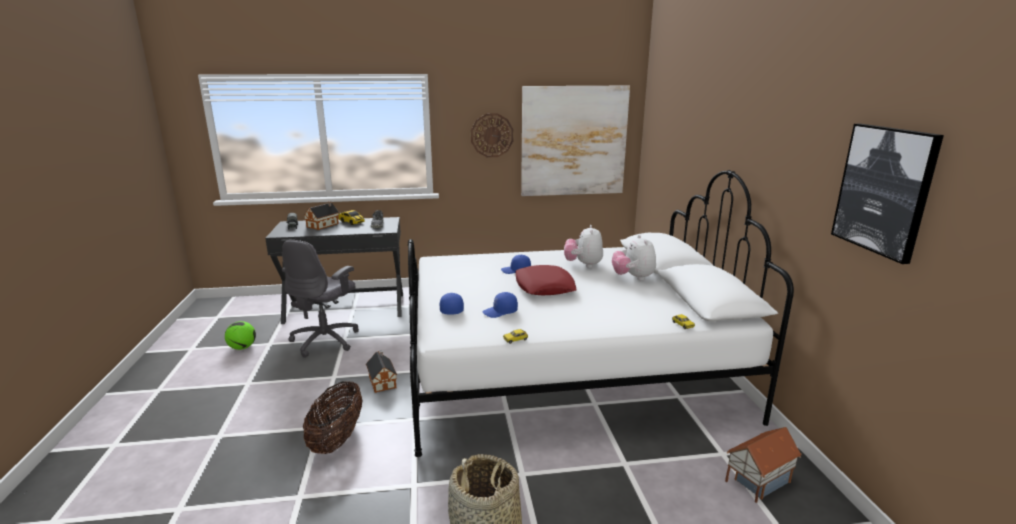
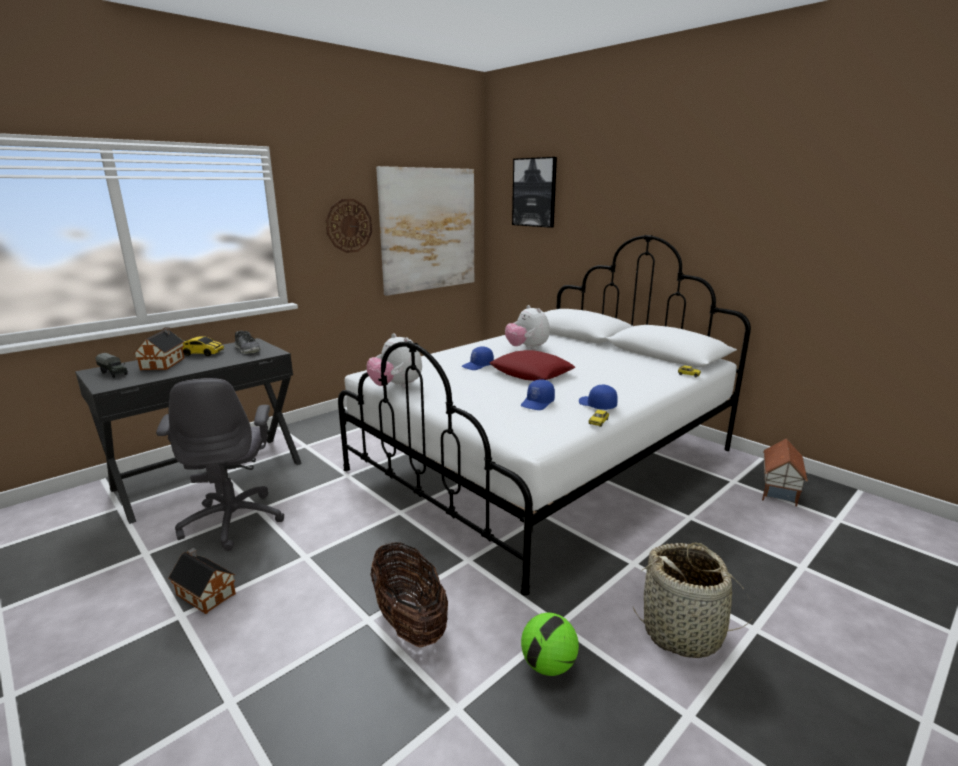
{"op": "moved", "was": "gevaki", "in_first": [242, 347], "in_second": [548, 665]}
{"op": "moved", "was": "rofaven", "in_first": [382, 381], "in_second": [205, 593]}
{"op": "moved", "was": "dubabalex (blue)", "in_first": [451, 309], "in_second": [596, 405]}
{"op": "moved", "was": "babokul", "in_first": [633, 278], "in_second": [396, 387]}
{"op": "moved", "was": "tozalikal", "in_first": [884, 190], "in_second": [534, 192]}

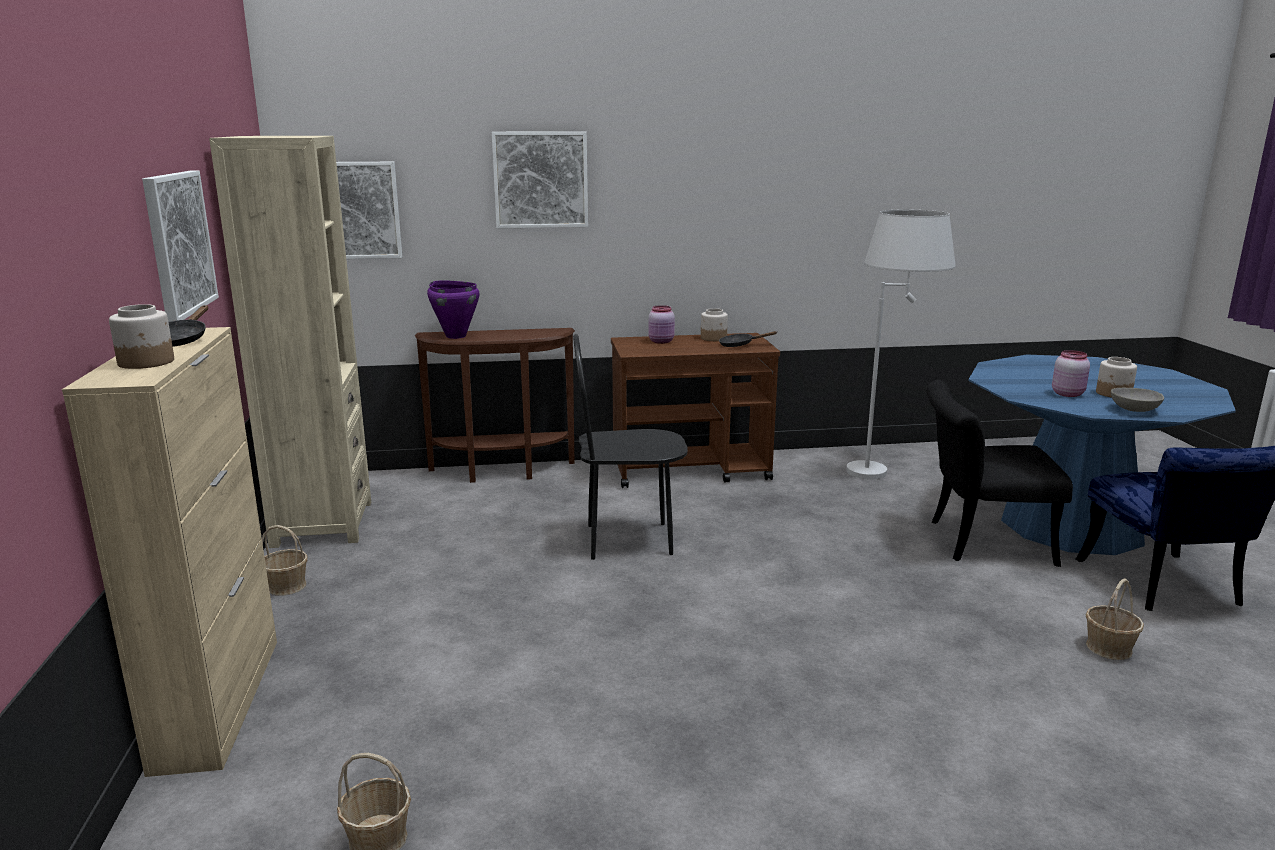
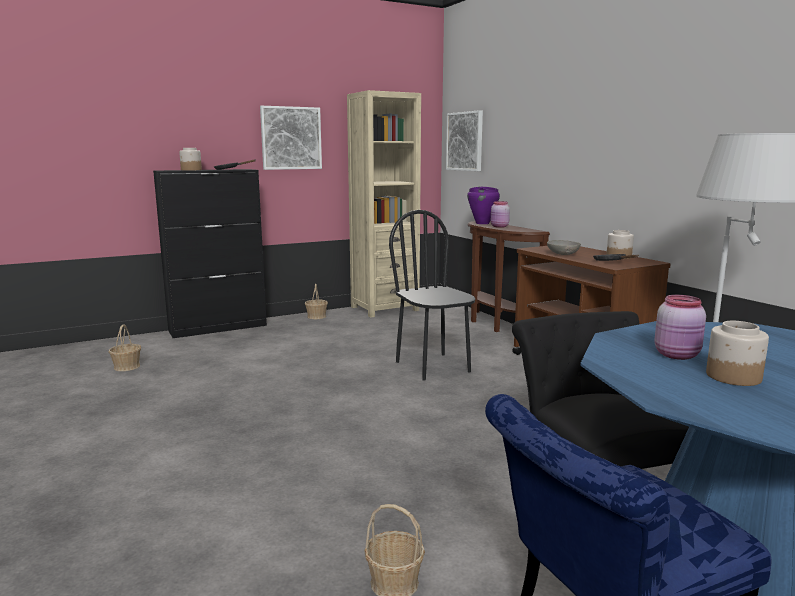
{"op": "recoloured", "was": "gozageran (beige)", "now": "gozageran (black)", "in_first": [219, 701], "in_second": [218, 328]}
{"op": "removed", "was": "tozalikal", "in_first": [540, 180]}
{"op": "moved", "was": "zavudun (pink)", "in_first": [662, 341], "in_second": [499, 226]}
{"op": "moved", "was": "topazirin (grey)", "in_first": [1133, 410], "in_second": [563, 254]}

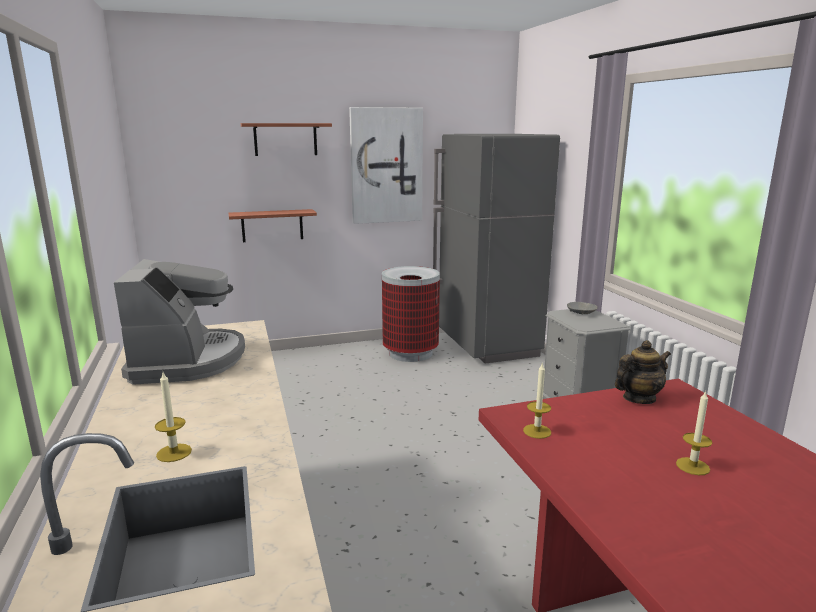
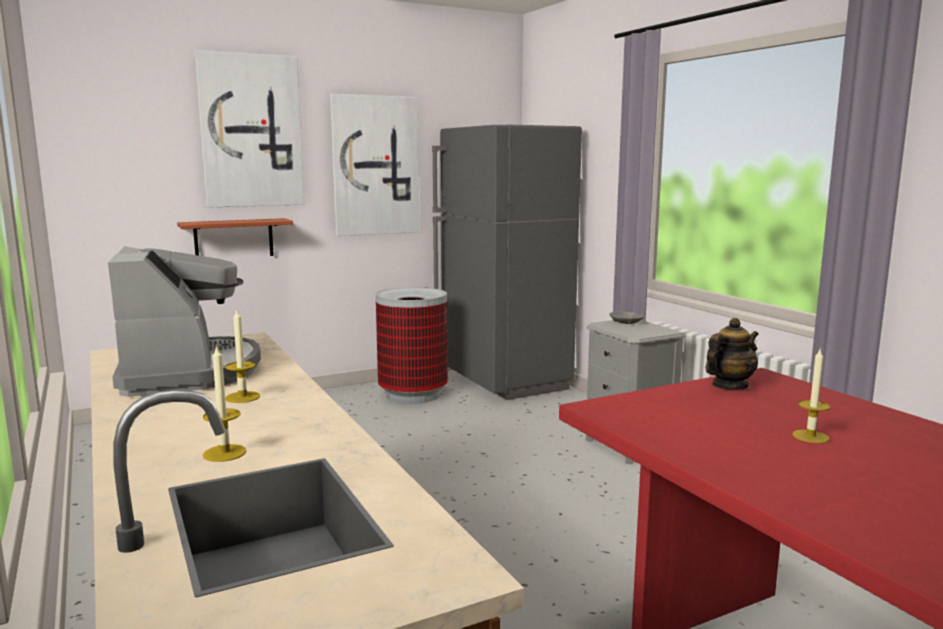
{"op": "replaced", "was": "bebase", "now": "tozalikal", "in_first": [285, 139], "in_second": [251, 131]}
{"op": "moved", "was": "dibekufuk", "in_first": [537, 431], "in_second": [242, 397]}

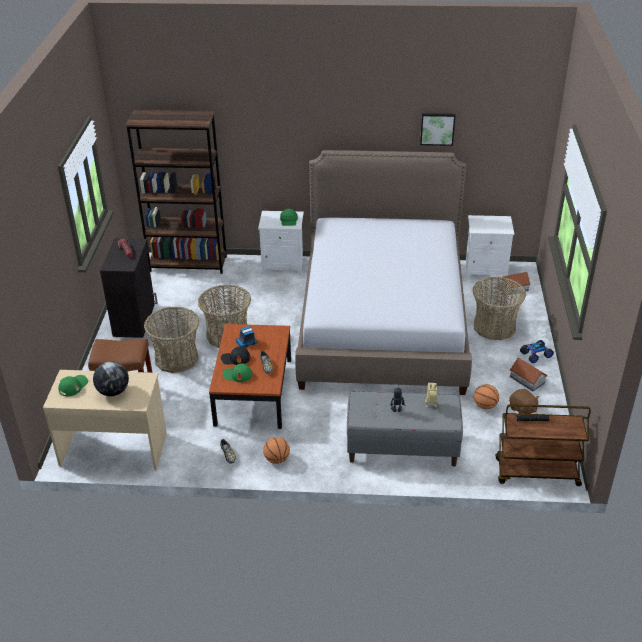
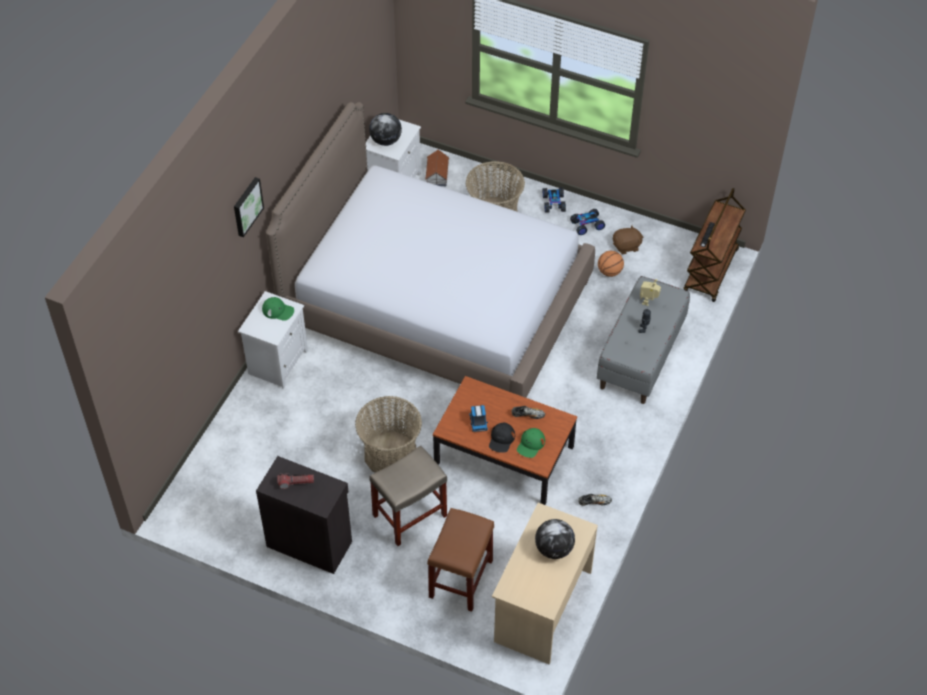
{"op": "removed", "was": "dubabalex (green)", "in_first": [73, 386]}
{"op": "removed", "was": "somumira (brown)", "in_first": [188, 264]}
{"op": "replaced", "was": "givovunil", "now": "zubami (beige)", "in_first": [176, 358], "in_second": [410, 514]}
{"op": "removed", "was": "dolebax", "in_first": [277, 459]}
{"op": "moved", "was": "tozalikal", "in_first": [437, 128], "in_second": [246, 206]}
{"op": "replaced", "was": "rofaven", "now": "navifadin", "in_first": [527, 380], "in_second": [587, 225]}
{"op": "added", "now": "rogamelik", "in_second": [386, 140]}

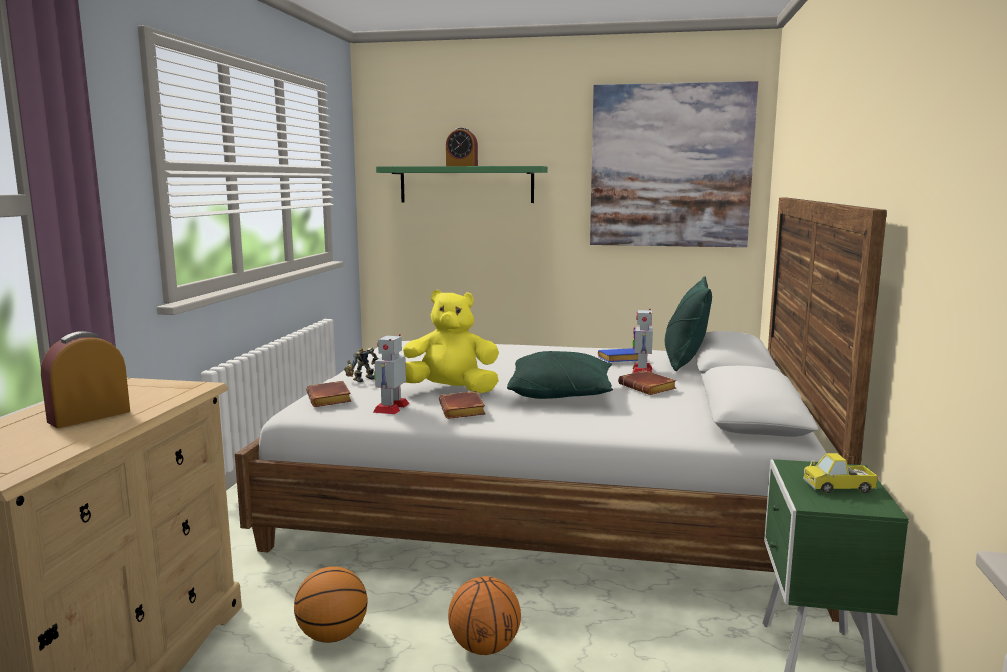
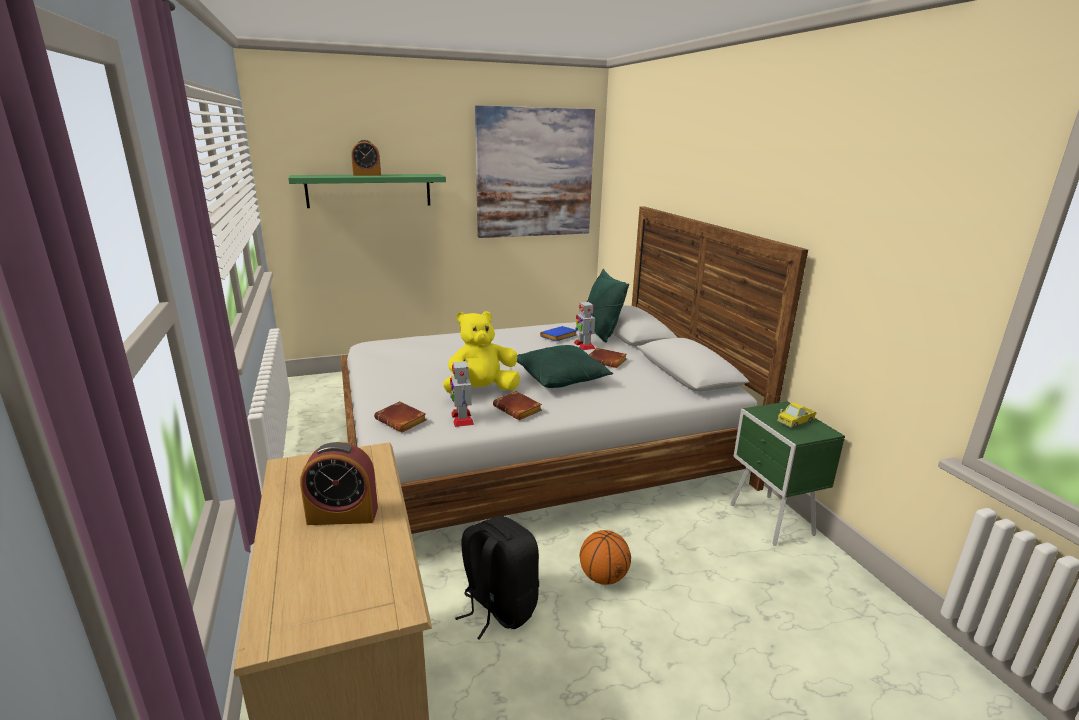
{"op": "turned", "was": "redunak", "in_first": [89, 416], "in_second": [343, 515], "clockwise": -105}
{"op": "replaced", "was": "dolebax", "now": "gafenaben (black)", "in_first": [332, 635], "in_second": [498, 608]}
{"op": "removed", "was": "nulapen", "in_first": [362, 379]}

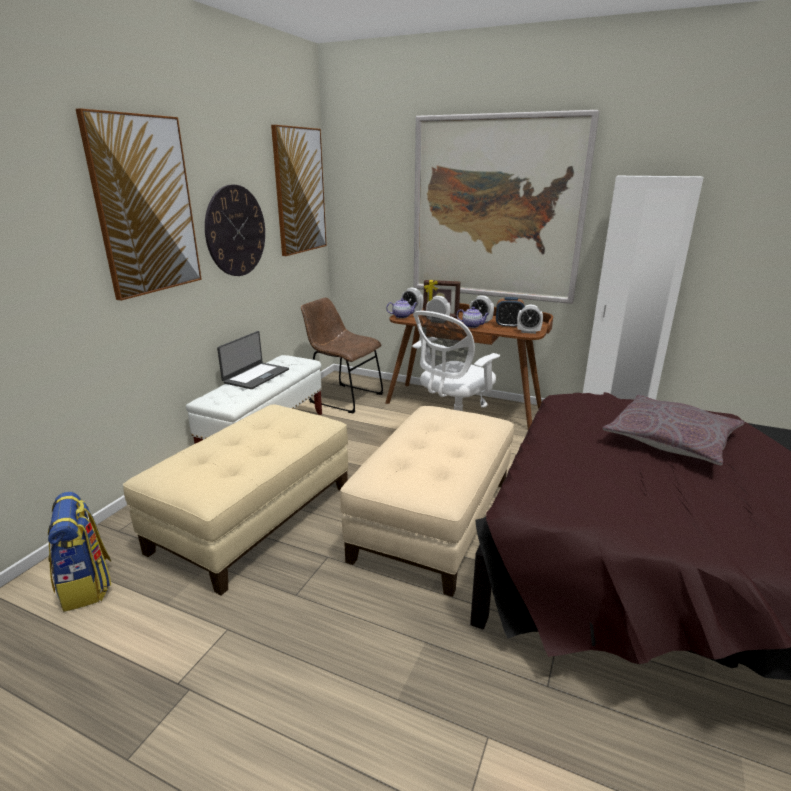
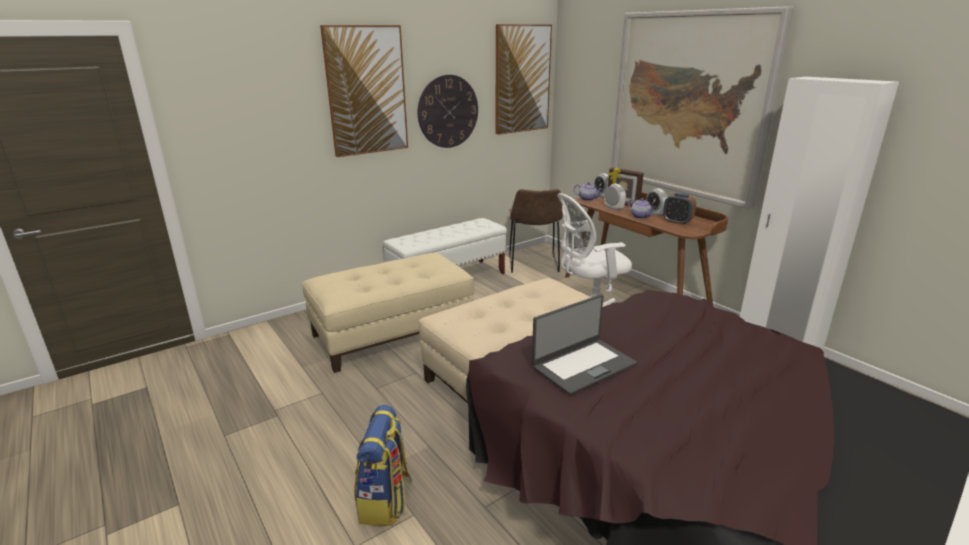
{"op": "moved", "was": "gafenaben", "in_first": [87, 585], "in_second": [386, 501]}
{"op": "moved", "was": "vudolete", "in_first": [255, 376], "in_second": [583, 365]}
{"op": "turned", "was": "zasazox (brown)", "in_first": [343, 397], "in_second": [533, 265], "clockwise": -150}
{"op": "removed", "was": "redunak", "in_first": [528, 332]}
{"op": "removed", "was": "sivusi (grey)", "in_first": [670, 440]}

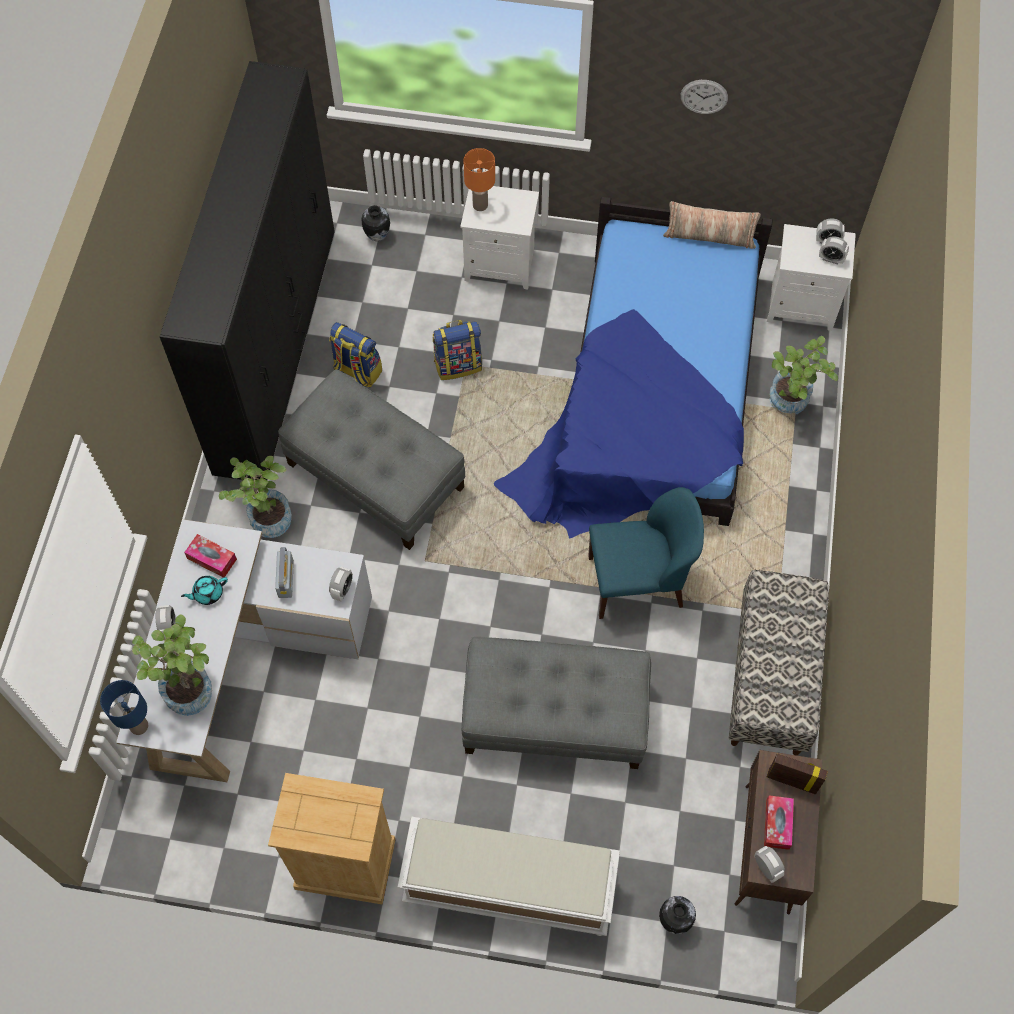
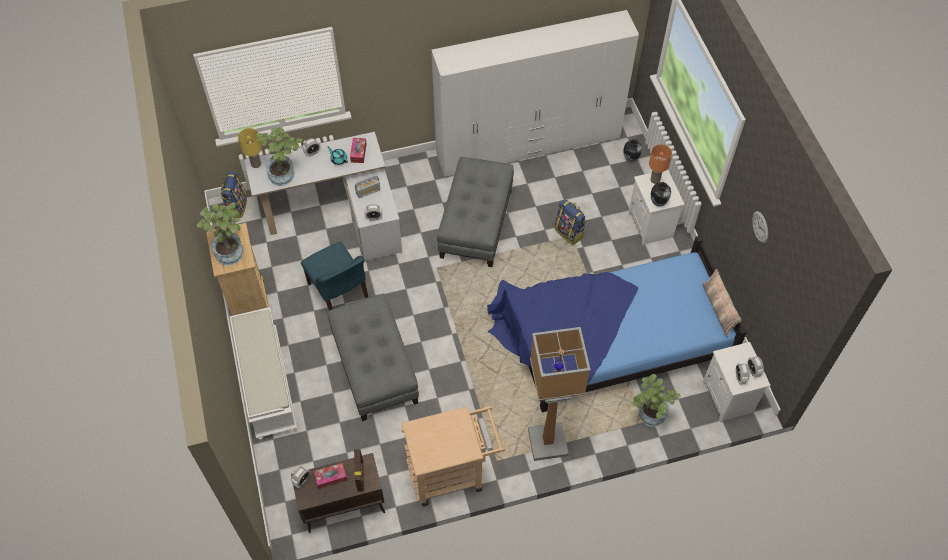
{"op": "recoloured", "was": "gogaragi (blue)", "now": "gogaragi (yellow)", "in_first": [138, 726], "in_second": [256, 164]}
{"op": "recoloured", "was": "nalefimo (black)", "now": "nalefimo (white)", "in_first": [276, 348], "in_second": [528, 145]}
{"op": "moved", "was": "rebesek", "in_first": [266, 517], "in_second": [230, 250]}
{"op": "moved", "was": "gafenaben", "in_first": [357, 371], "in_second": [236, 206]}
{"op": "moved", "was": "zasazox (blue)", "in_first": [637, 582], "in_second": [339, 294]}
{"op": "moved", "was": "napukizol", "in_first": [674, 920], "in_second": [658, 203]}
{"op": "replaced", "was": "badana", "now": "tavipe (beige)", "in_first": [771, 678], "in_second": [452, 472]}
{"op": "added", "now": "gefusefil", "in_second": [547, 443]}

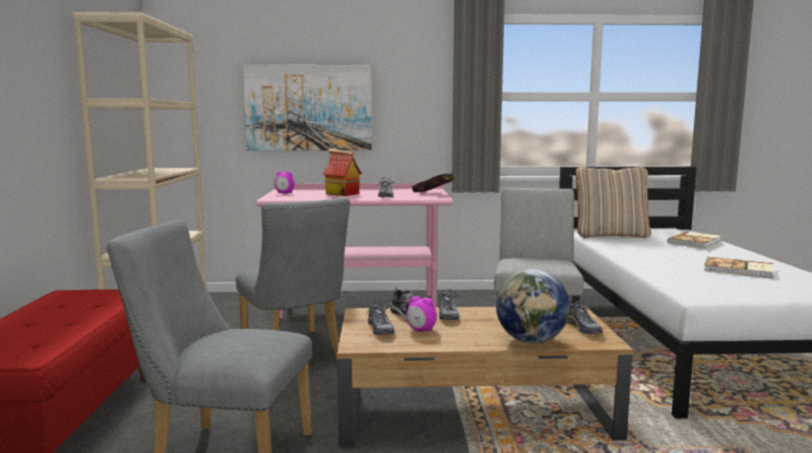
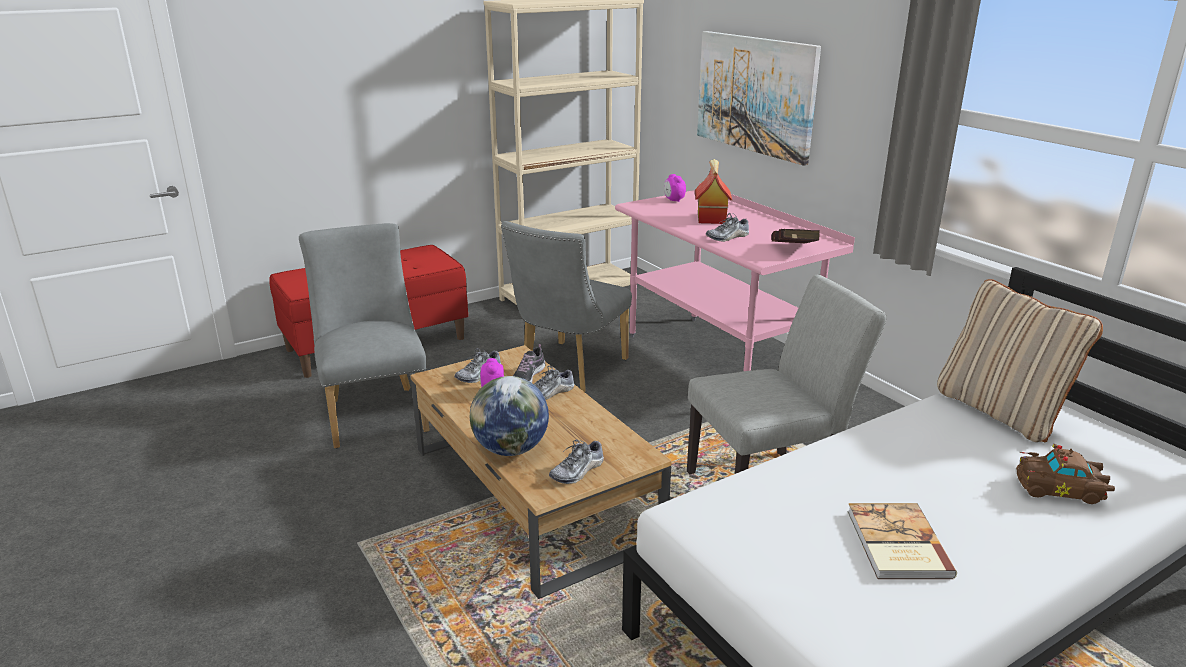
{"op": "replaced", "was": "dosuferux", "now": "navifadin (brown)", "in_first": [695, 242], "in_second": [1061, 489]}

